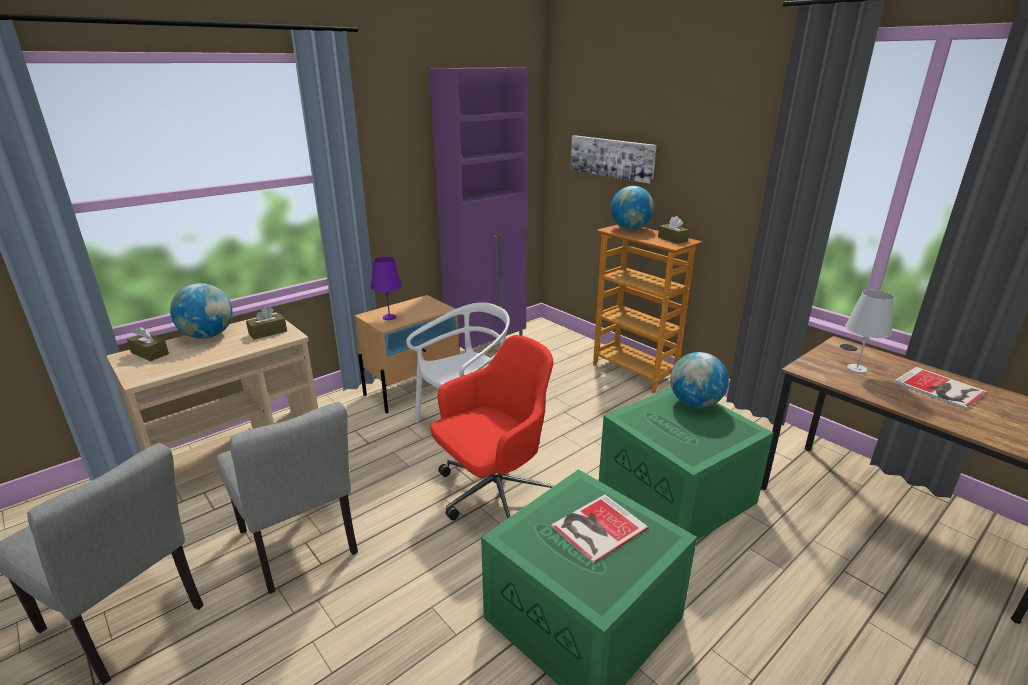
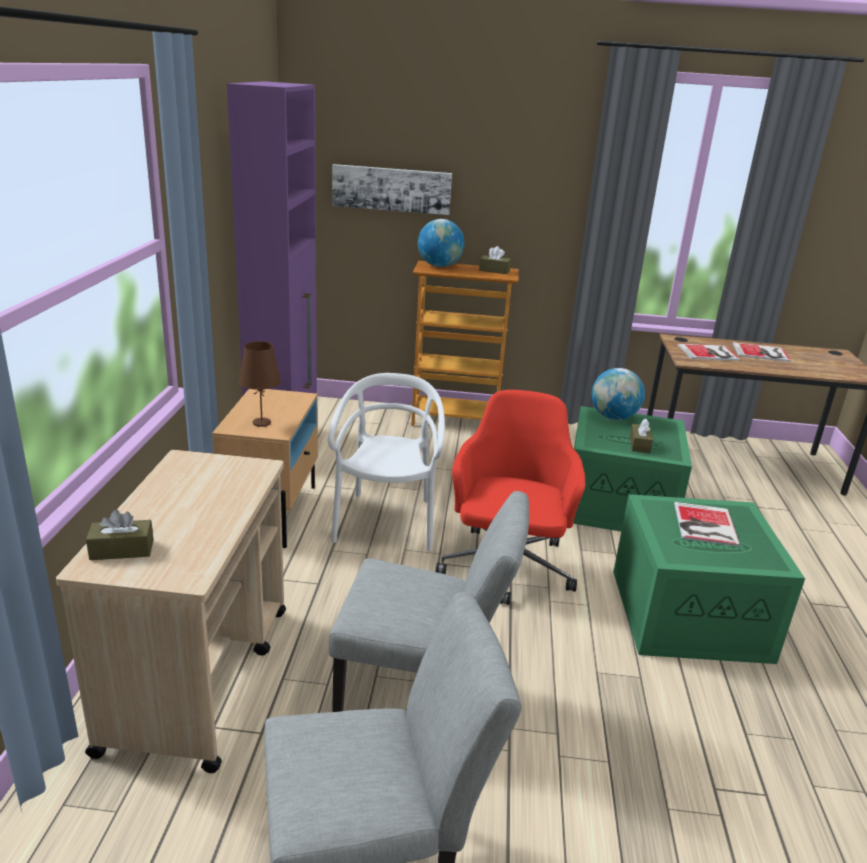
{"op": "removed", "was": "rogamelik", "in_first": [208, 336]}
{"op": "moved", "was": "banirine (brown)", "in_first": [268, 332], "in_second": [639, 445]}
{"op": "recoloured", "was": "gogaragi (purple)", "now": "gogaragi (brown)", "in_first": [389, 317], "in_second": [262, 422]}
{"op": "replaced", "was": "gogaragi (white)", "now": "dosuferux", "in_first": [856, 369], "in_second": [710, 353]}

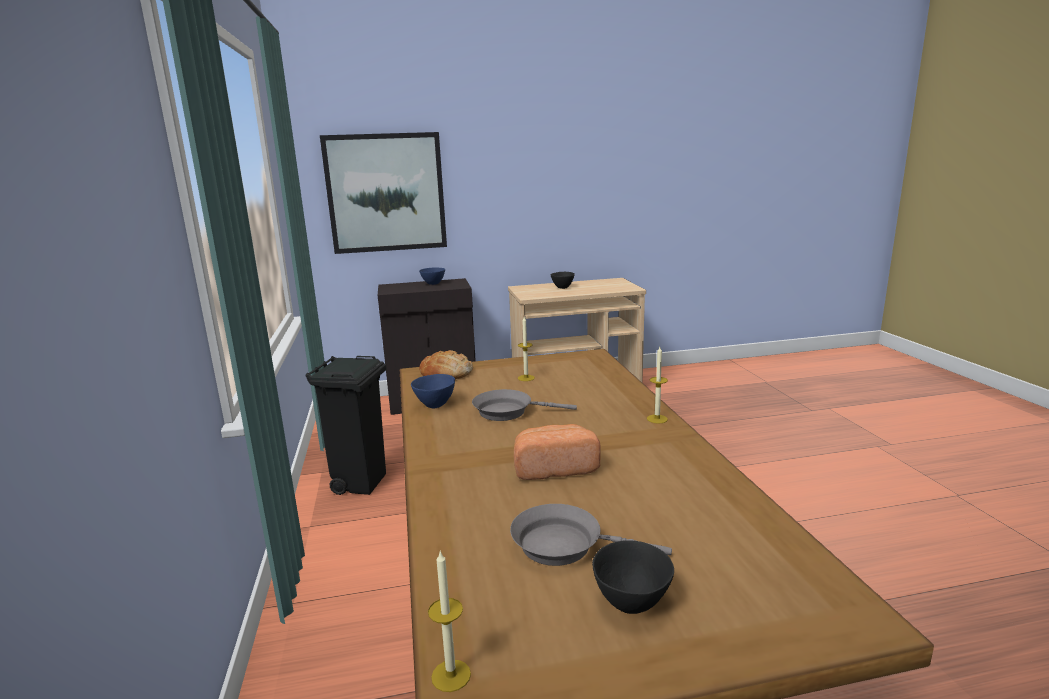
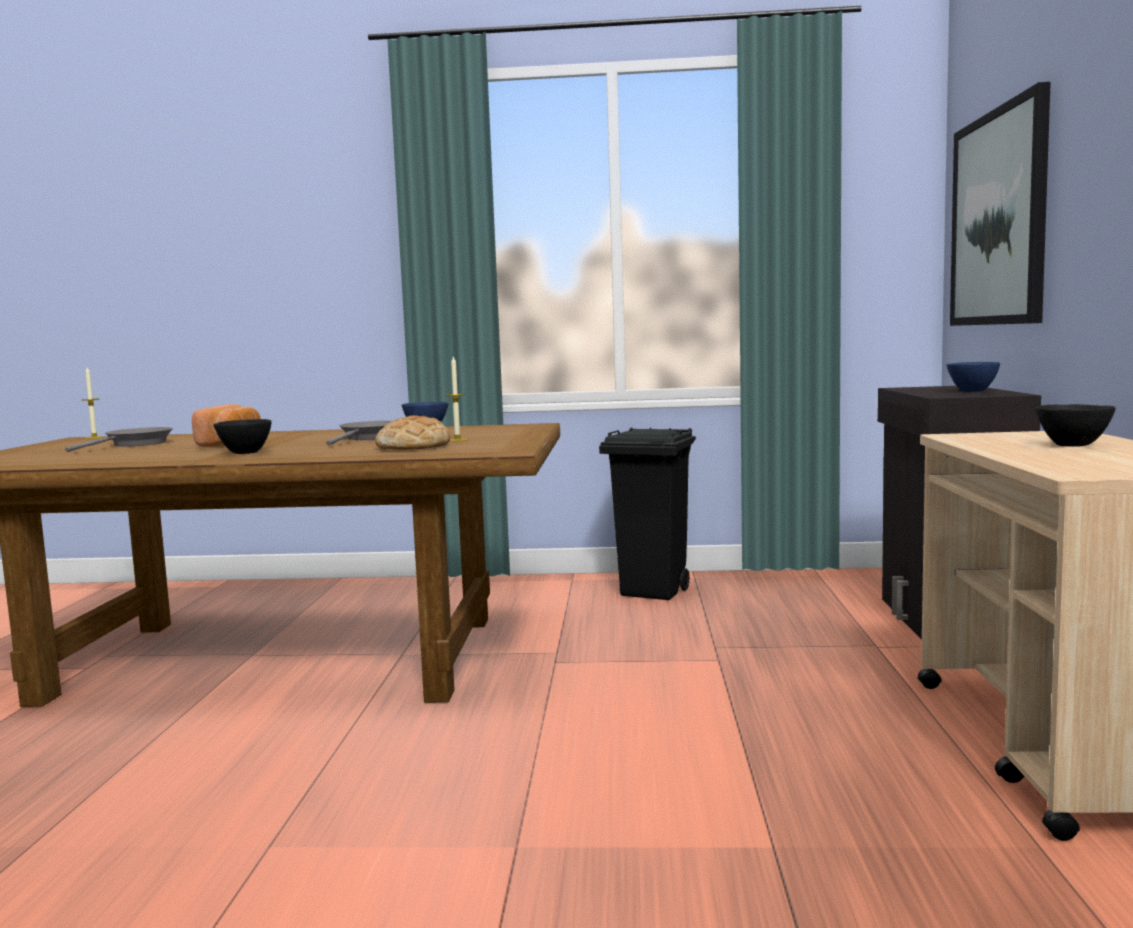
{"op": "moved", "was": "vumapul", "in_first": [446, 373], "in_second": [413, 446]}
{"op": "moved", "was": "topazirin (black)", "in_first": [632, 604], "in_second": [244, 453]}
{"op": "removed", "was": "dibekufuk", "in_first": [657, 419]}

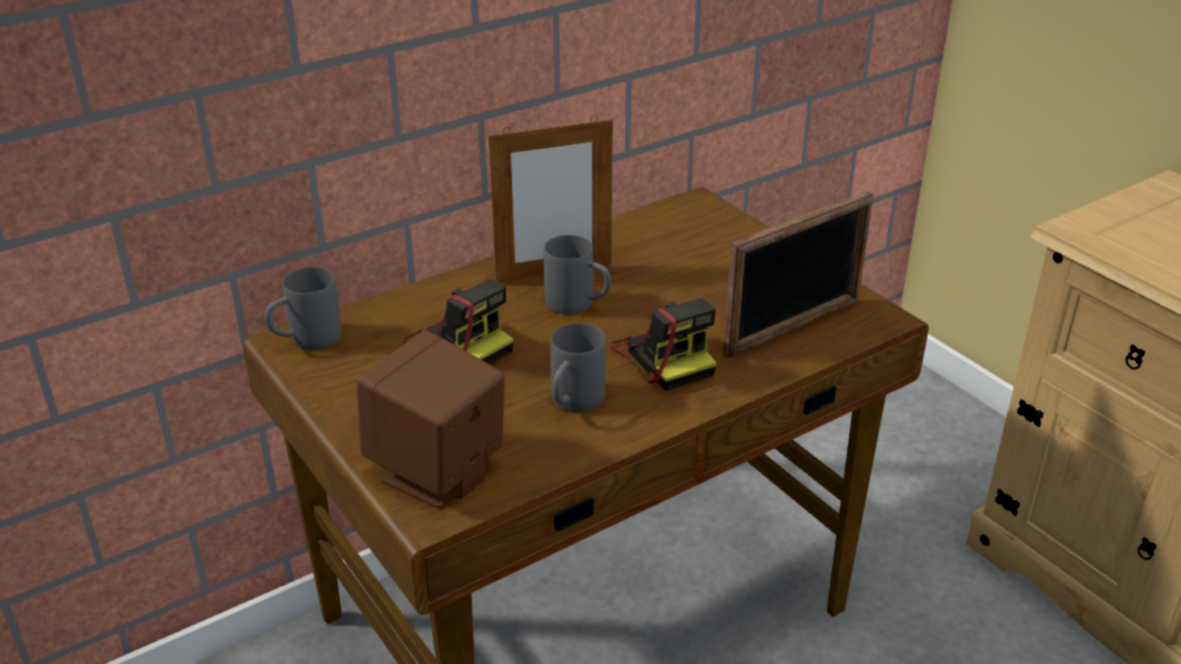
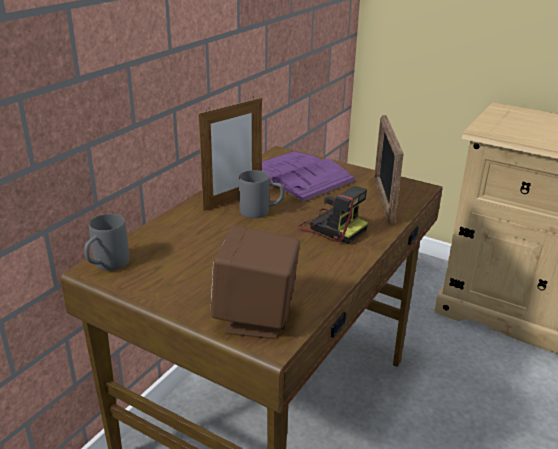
{"op": "removed", "was": "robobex", "in_first": [459, 342]}
{"op": "removed", "was": "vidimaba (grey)", "in_first": [573, 404]}
{"op": "turned", "was": "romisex", "in_first": [793, 328], "in_second": [383, 200], "clockwise": 150}
{"op": "added", "now": "dosuferux (purple)", "in_second": [297, 176]}

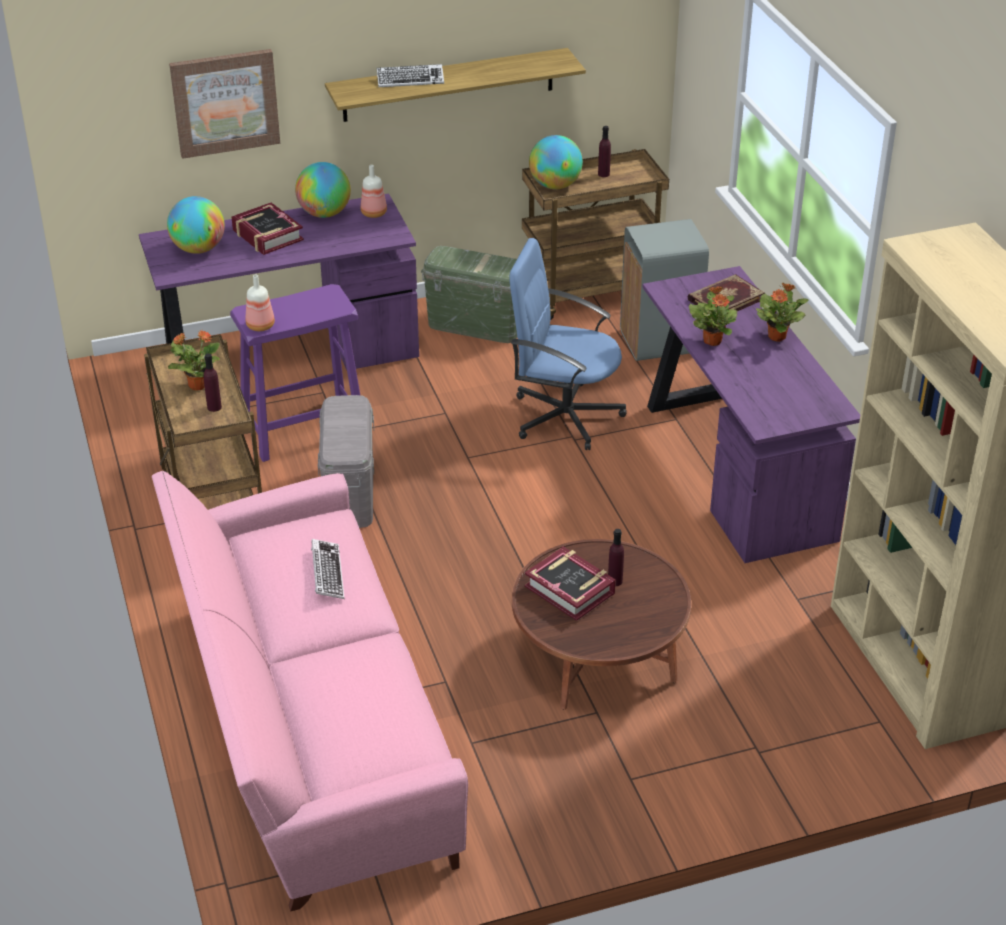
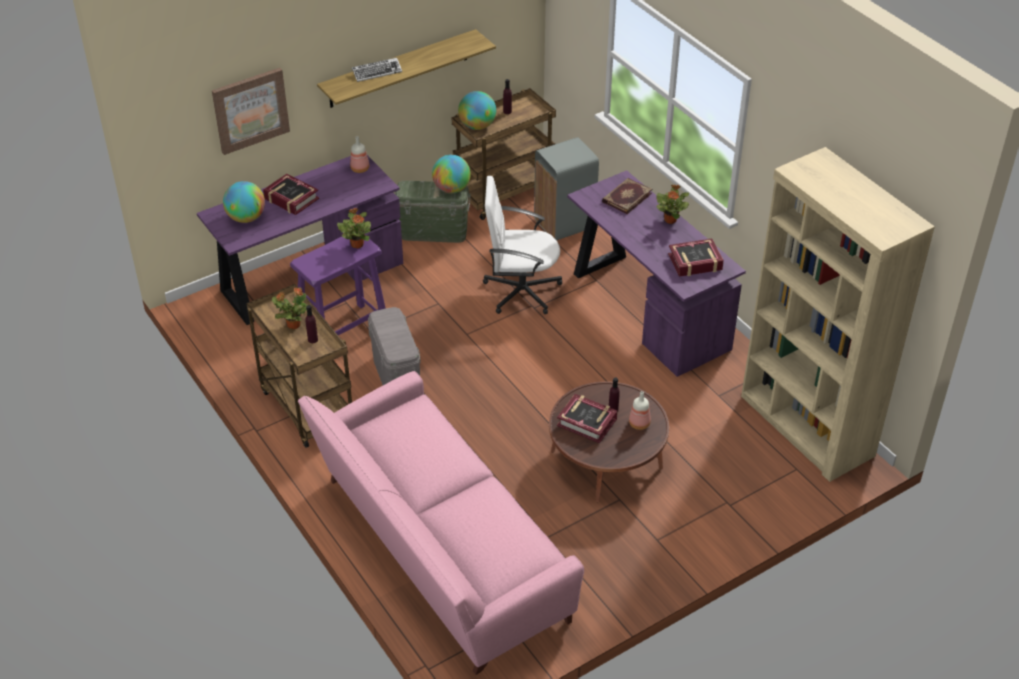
{"op": "moved", "was": "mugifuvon", "in_first": [261, 326], "in_second": [640, 424]}
{"op": "moved", "was": "rogamelik", "in_first": [324, 213], "in_second": [451, 189]}
{"op": "removed", "was": "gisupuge", "in_first": [327, 573]}
{"op": "recoloured", "was": "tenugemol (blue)", "now": "tenugemol (white)", "in_first": [564, 416], "in_second": [520, 291]}
{"op": "moved", "was": "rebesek", "in_first": [712, 340], "in_second": [357, 244]}
{"op": "added", "now": "dosuferux", "in_second": [695, 262]}

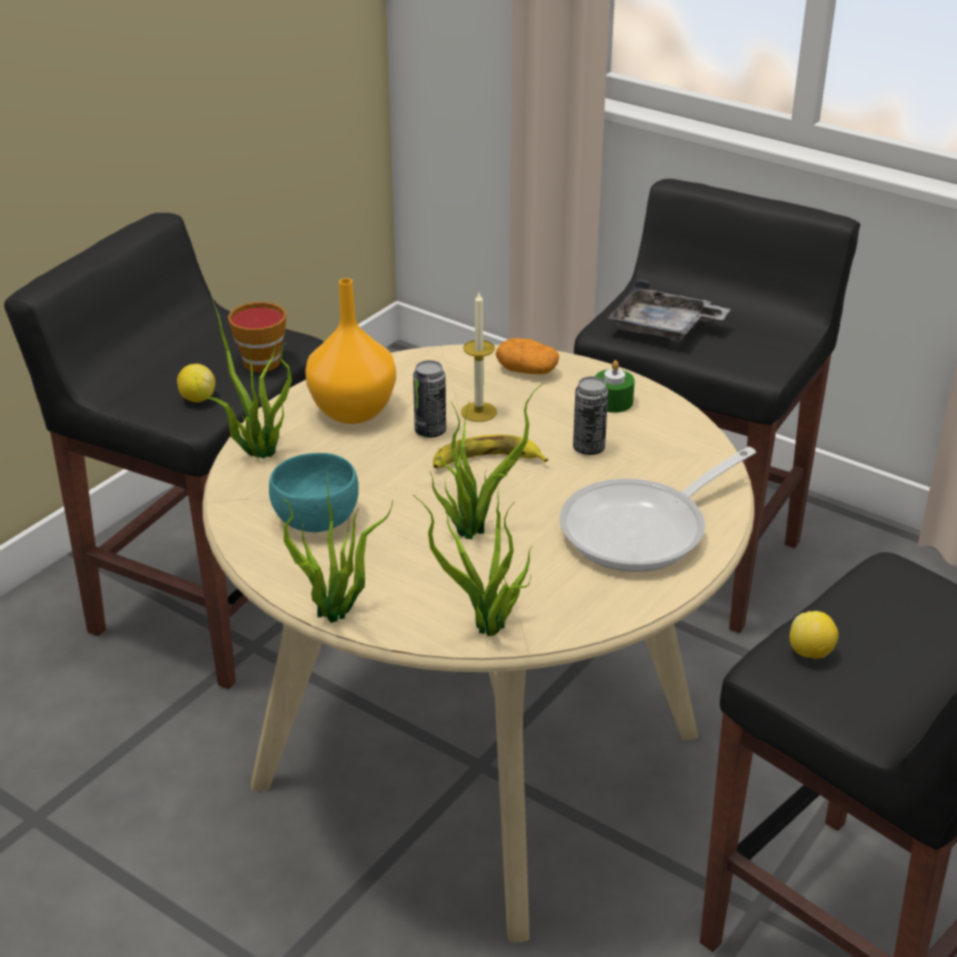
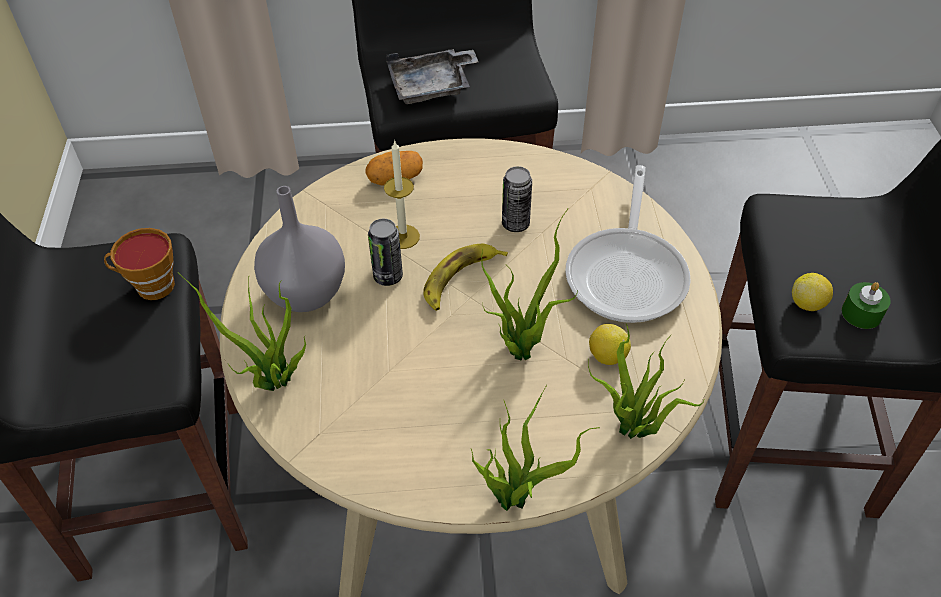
{"op": "moved", "was": "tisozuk", "in_first": [197, 398], "in_second": [607, 356]}
{"op": "removed", "was": "topazirin (turquoise)", "in_first": [315, 518]}
{"op": "recoloured", "was": "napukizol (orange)", "now": "napukizol (grey)", "in_first": [355, 411], "in_second": [307, 292]}
{"op": "moved", "was": "dibekufuk (green)", "in_first": [613, 402], "in_second": [861, 313]}

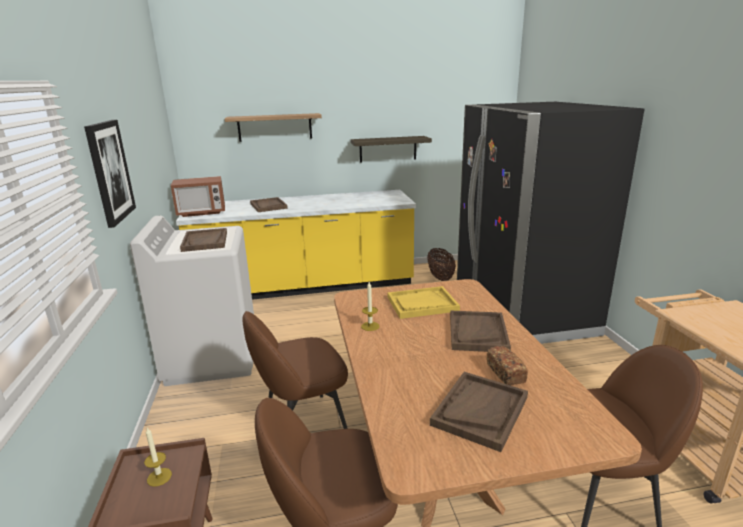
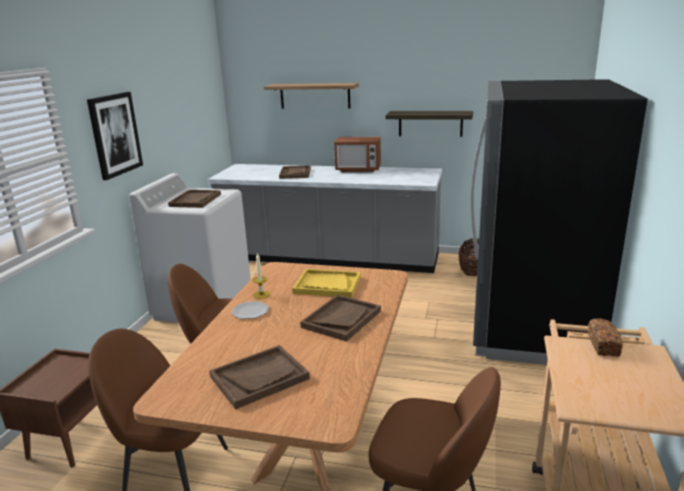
{"op": "removed", "was": "dibekufuk", "in_first": [159, 477]}
{"op": "moved", "was": "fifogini", "in_first": [201, 212], "in_second": [358, 169]}
{"op": "recoloured", "was": "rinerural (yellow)", "now": "rinerural (grey)", "in_first": [306, 286], "in_second": [329, 258]}
{"op": "moved", "was": "vumapul", "in_first": [505, 373], "in_second": [603, 345]}
{"op": "added", "now": "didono", "in_second": [250, 312]}

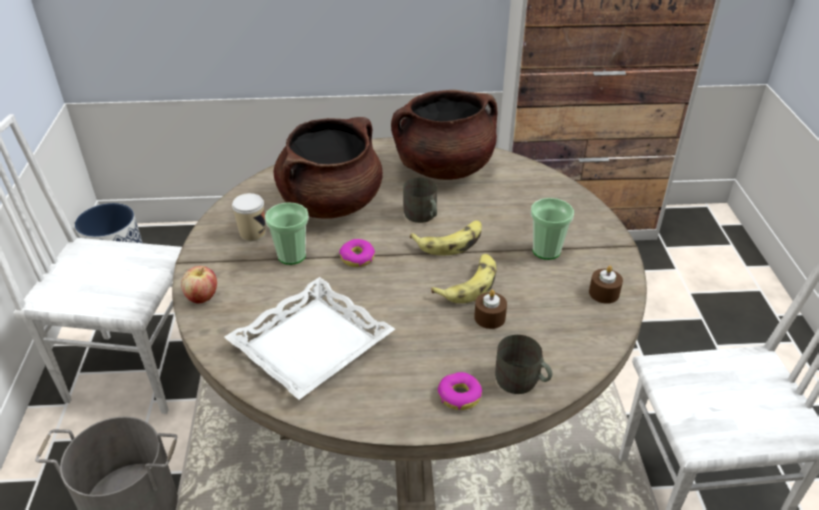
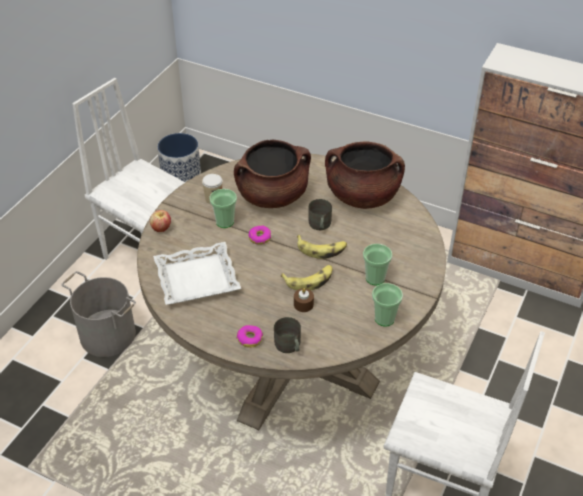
{"op": "replaced", "was": "dibekufuk (brown)", "now": "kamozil", "in_first": [604, 293], "in_second": [384, 319]}

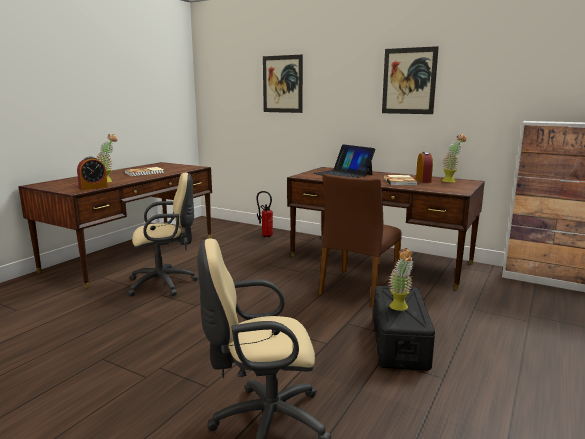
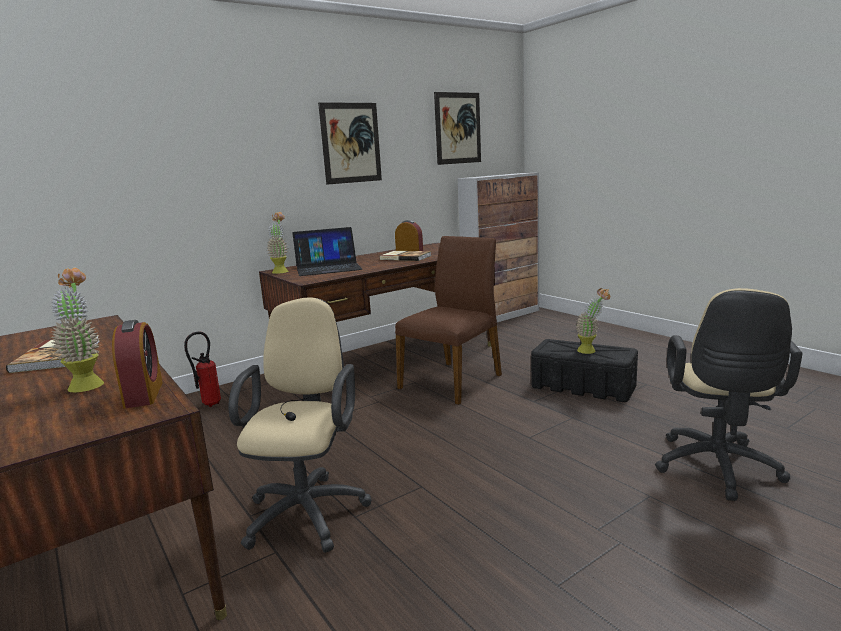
{"op": "moved", "was": "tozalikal", "in_first": [282, 84], "in_second": [458, 128]}
{"op": "turned", "was": "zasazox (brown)", "in_first": [358, 287], "in_second": [452, 381], "clockwise": -105}
{"op": "moved", "was": "rebesek", "in_first": [451, 181], "in_second": [281, 271]}

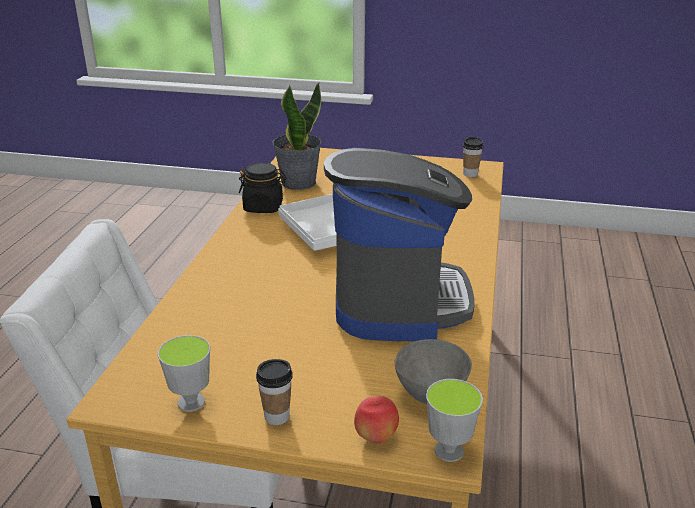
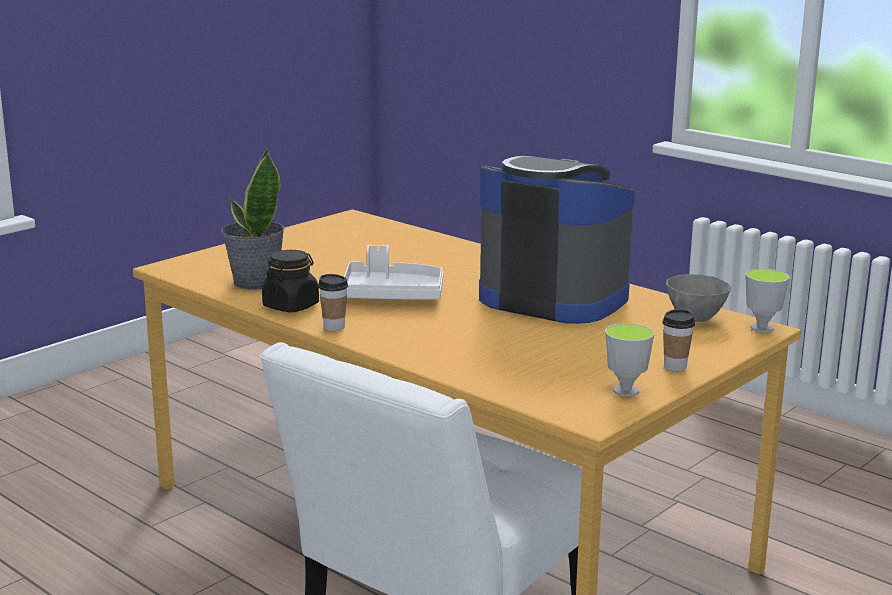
{"op": "removed", "was": "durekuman", "in_first": [376, 437]}
{"op": "moved", "was": "kamozil", "in_first": [470, 174], "in_second": [334, 327]}

